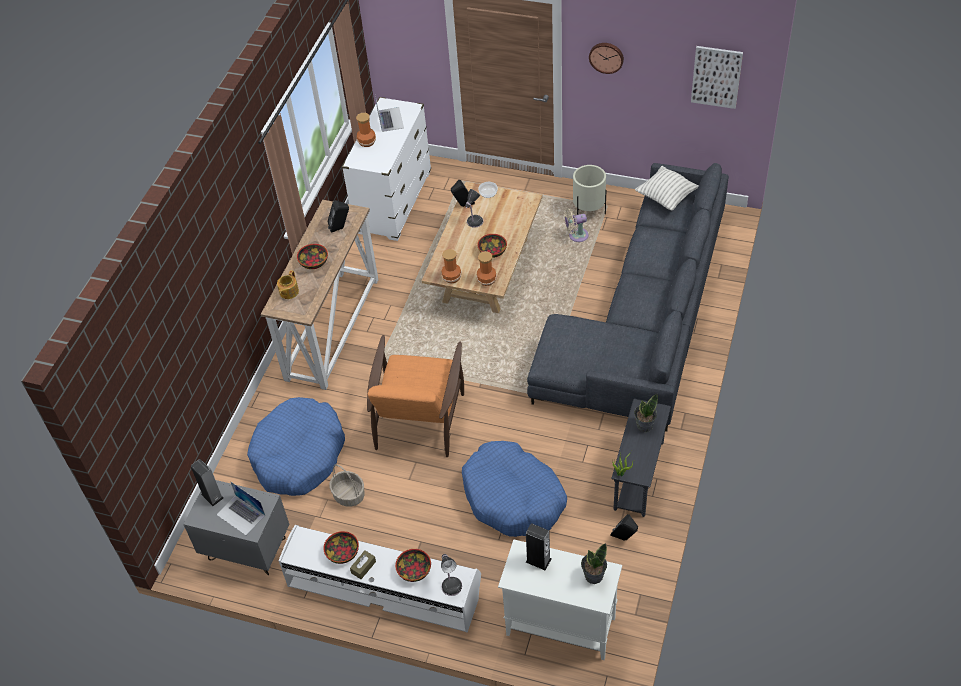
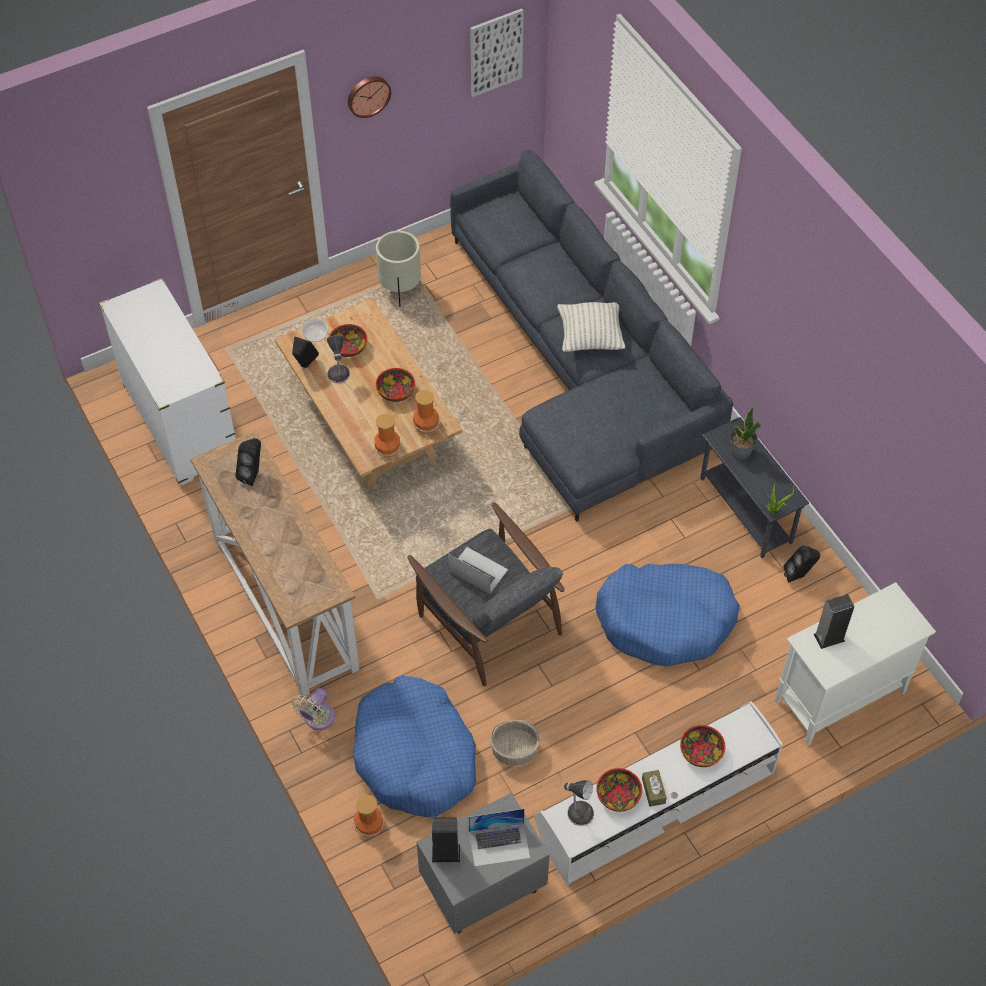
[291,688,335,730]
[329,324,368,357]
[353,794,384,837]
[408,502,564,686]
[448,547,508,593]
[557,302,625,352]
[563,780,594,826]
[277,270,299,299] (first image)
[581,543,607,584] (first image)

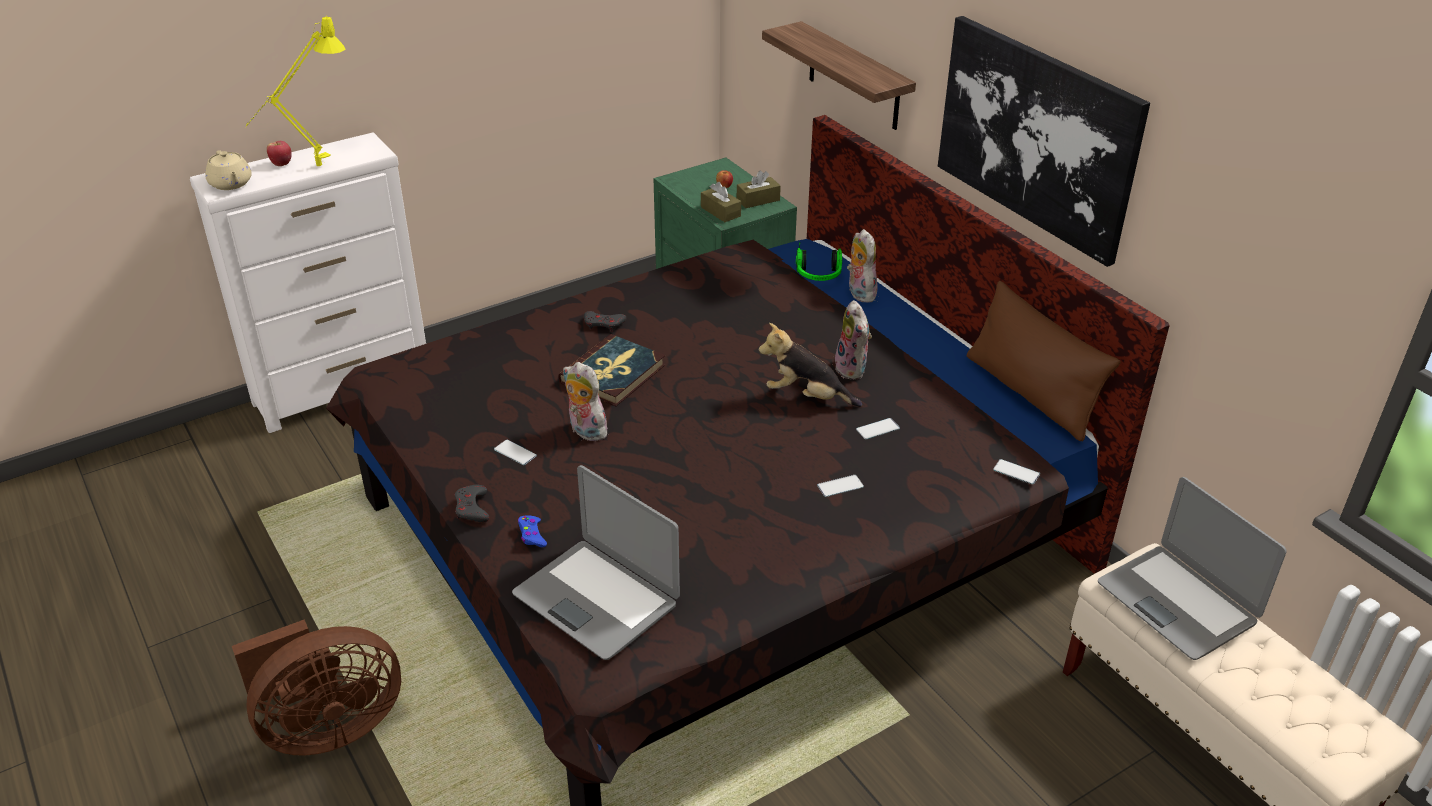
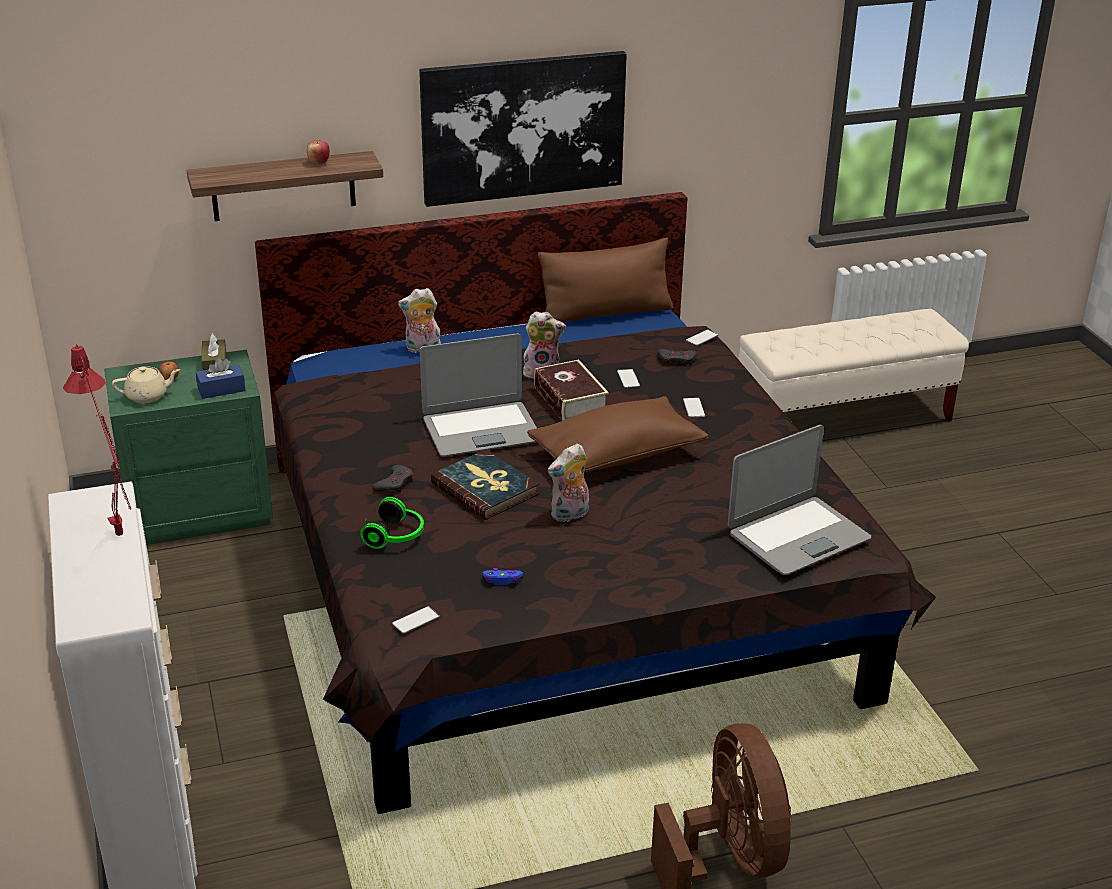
[63,345,131,536]
[112,366,180,403]
[196,358,246,399]
[307,140,330,165]
[360,497,424,549]
[392,606,440,633]
[420,333,537,457]
[483,568,523,585]
[527,396,709,473]
[534,360,609,421]
[657,349,697,366]

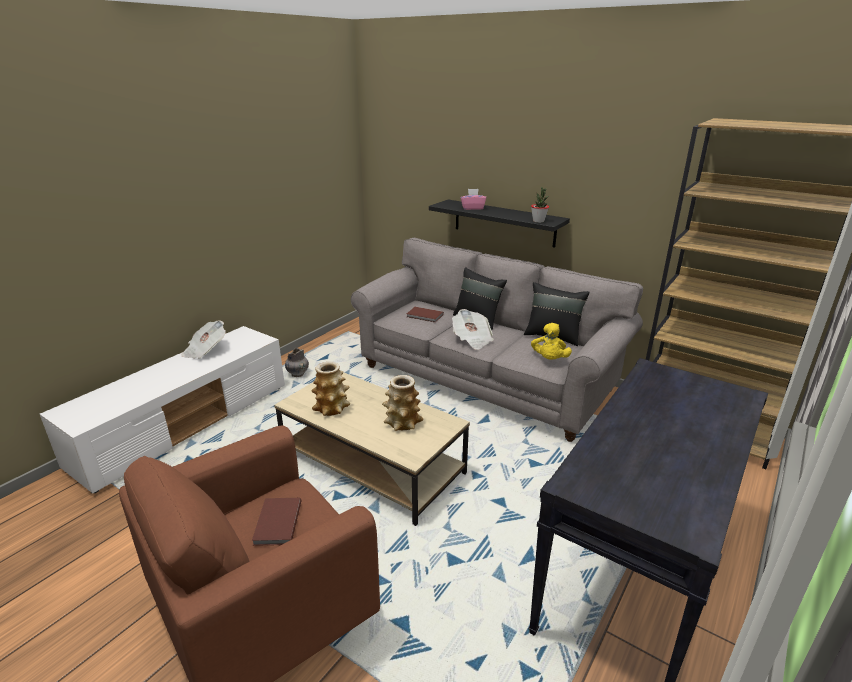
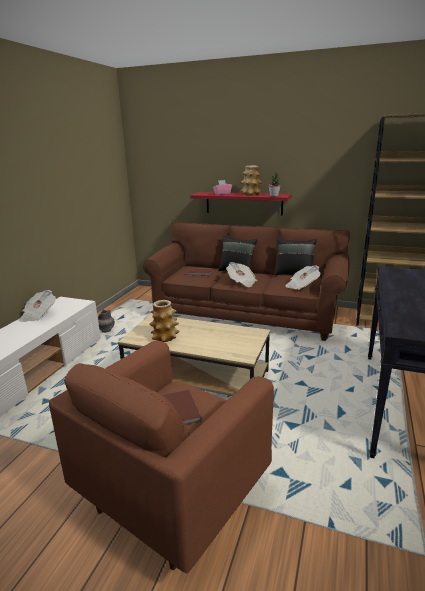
[143,222,350,341]
[190,192,292,216]
[240,166,262,196]
[285,266,321,290]

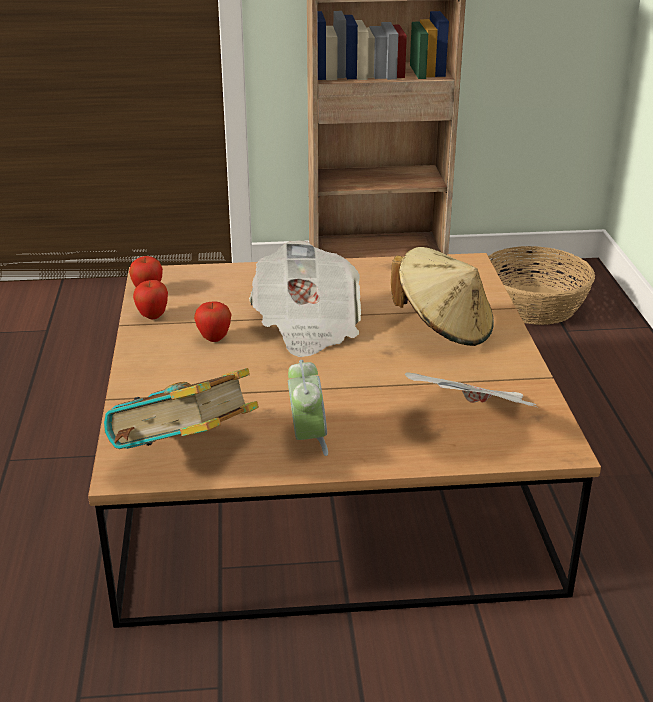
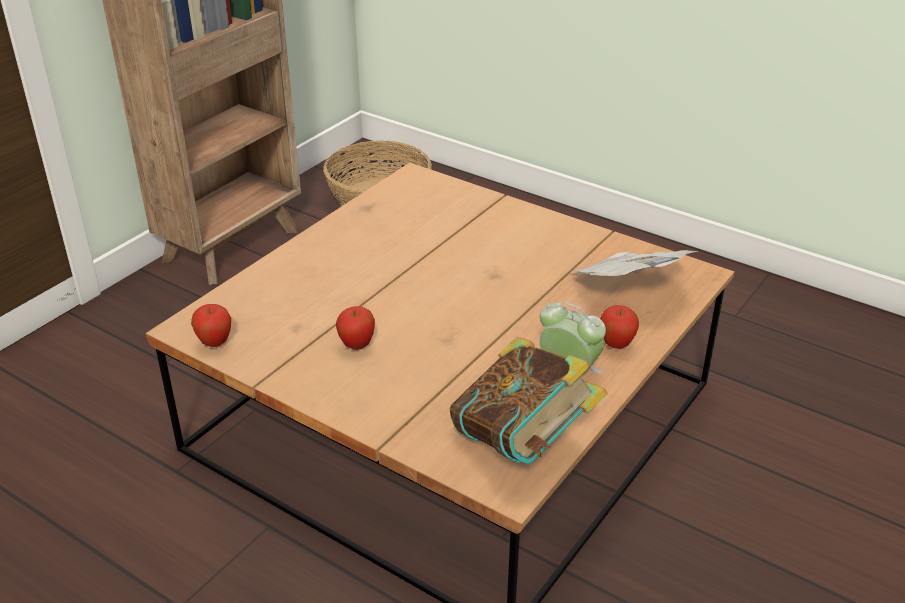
[600,305,639,349]
[249,240,361,357] (first image)
[391,247,494,346] (first image)

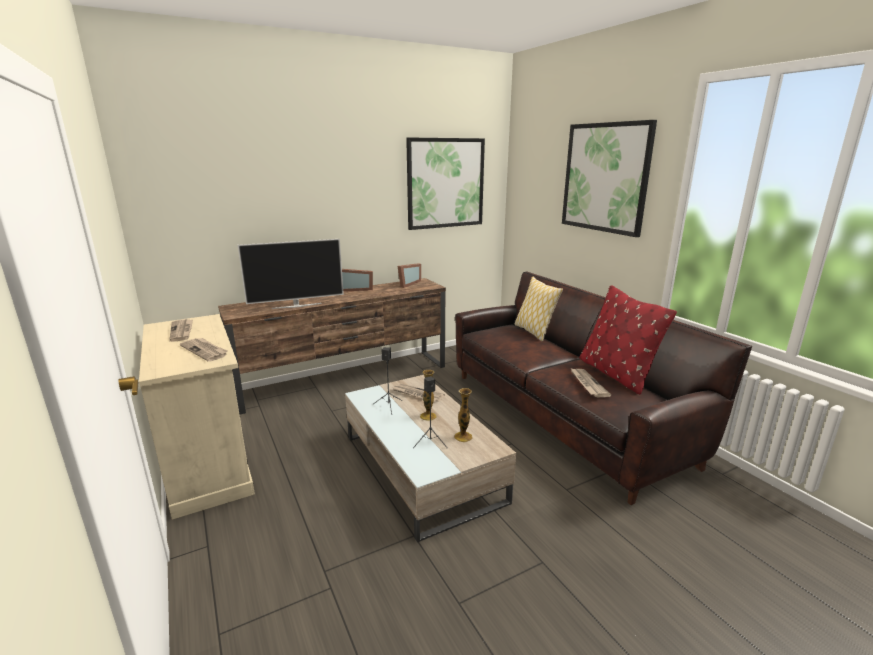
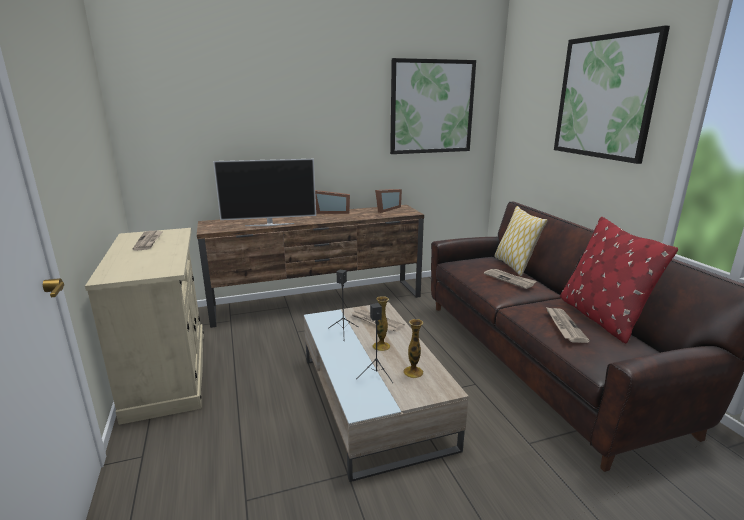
[484,269,537,289]

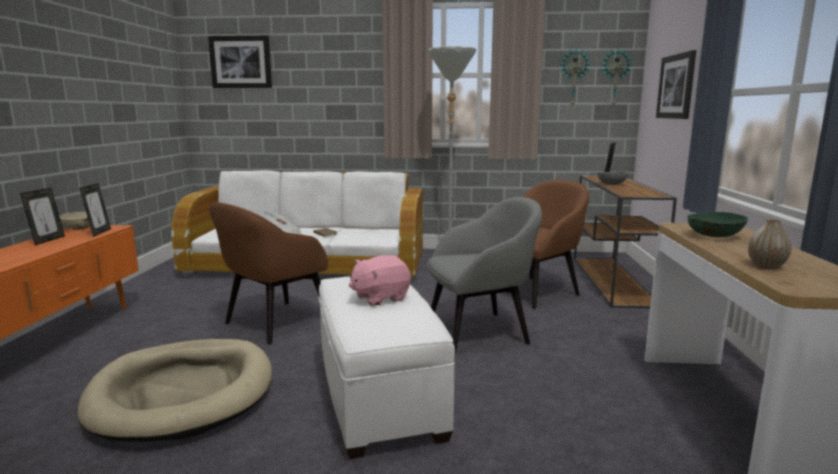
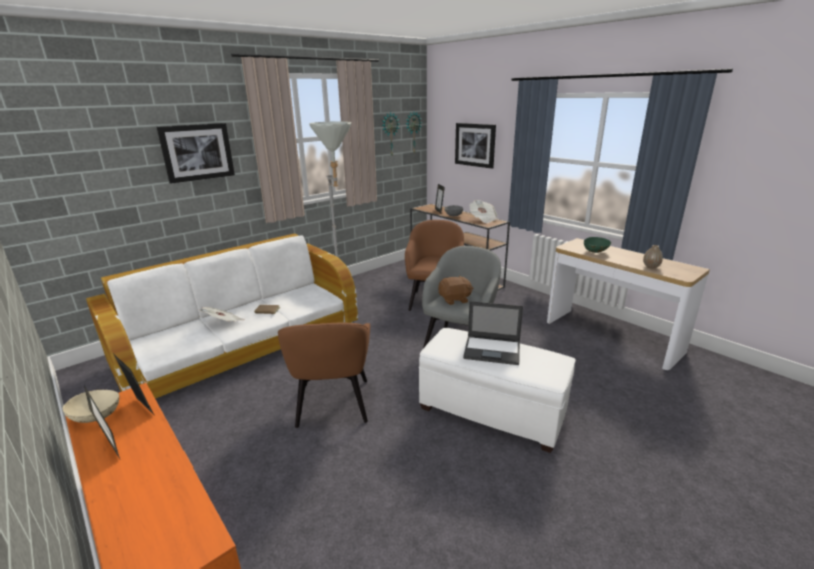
[157,123,235,184]
[438,276,473,305]
[463,301,523,365]
[470,200,498,224]
[77,339,272,442] (first image)

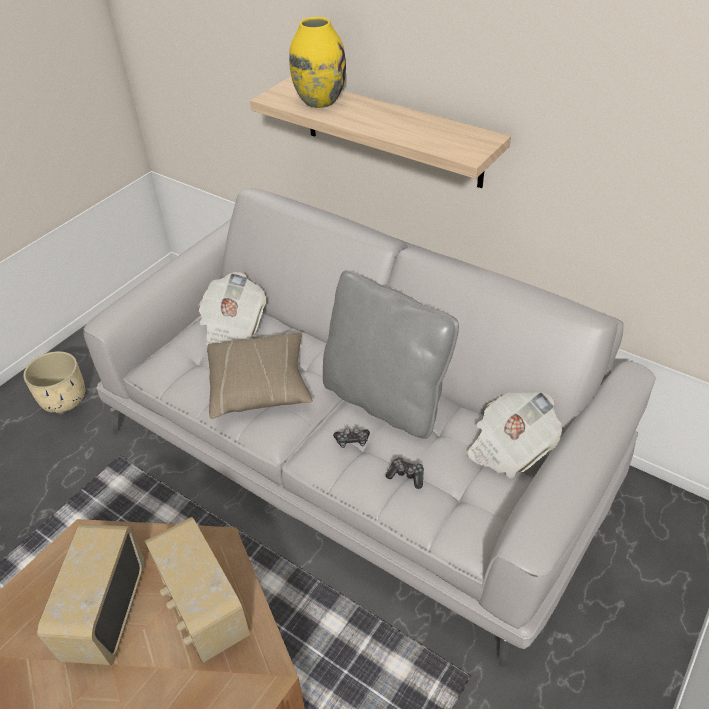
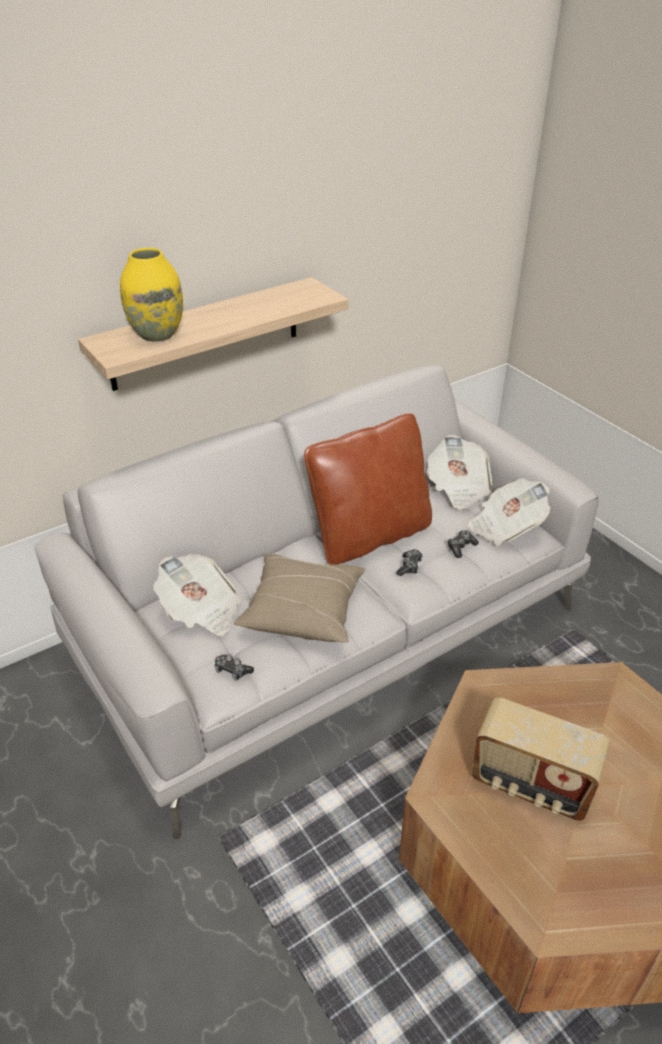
[214,655,254,681]
[304,414,432,565]
[468,478,550,545]
[23,351,85,413] (first image)
[145,517,250,663] (first image)

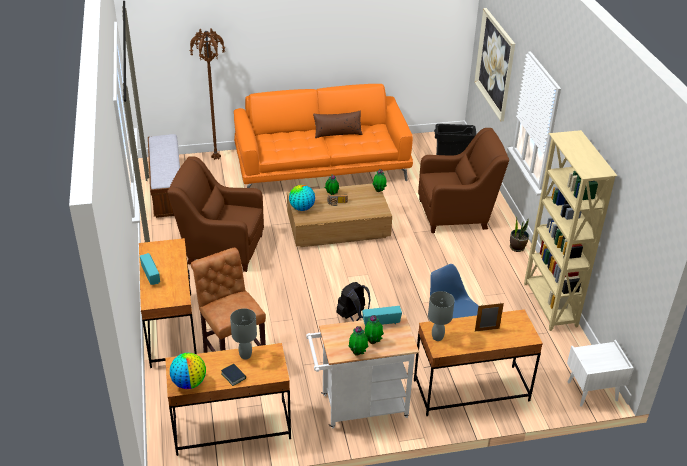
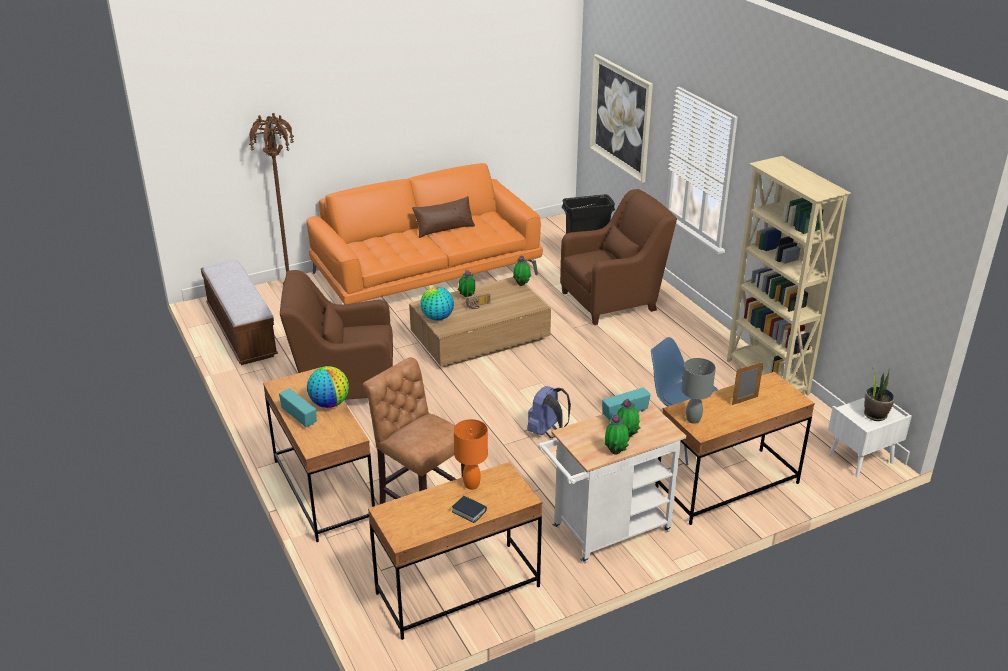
[307,366,349,408]
[454,419,488,490]
[527,386,571,438]
[864,368,895,421]

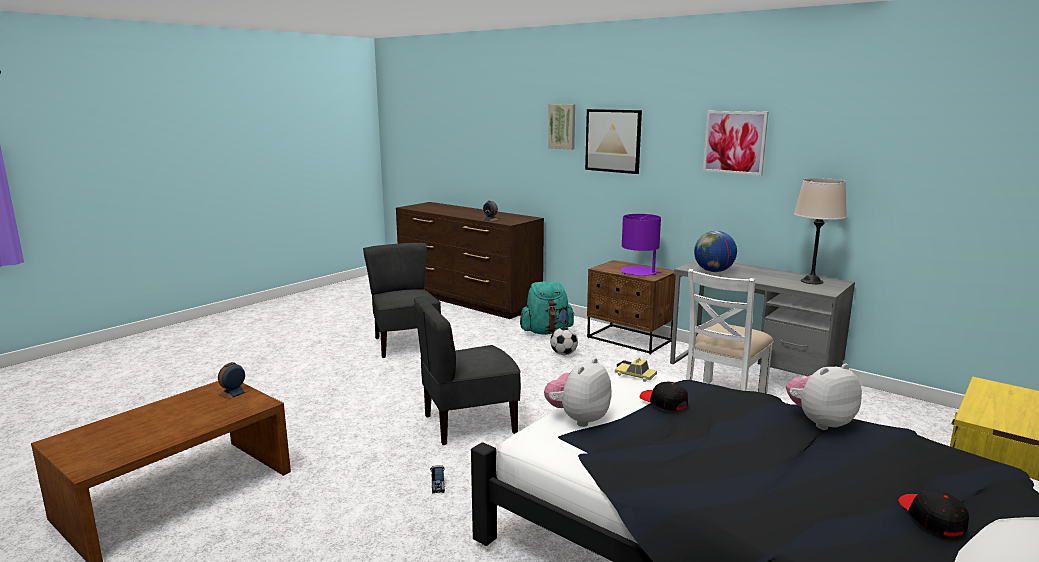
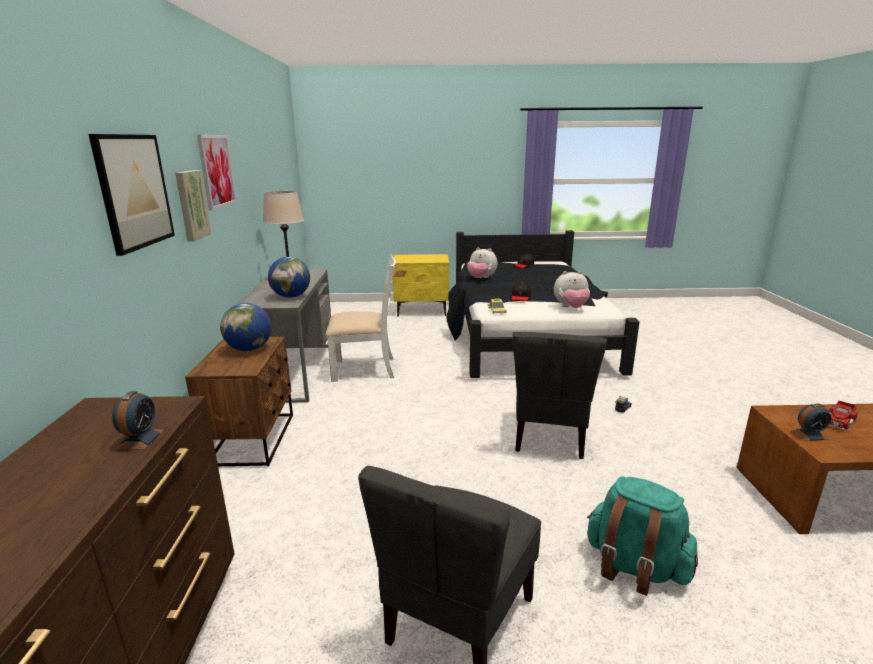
[175,170,211,241]
[220,303,272,351]
[513,332,607,459]
[587,476,698,596]
[829,401,858,430]
[550,327,578,355] (first image)

